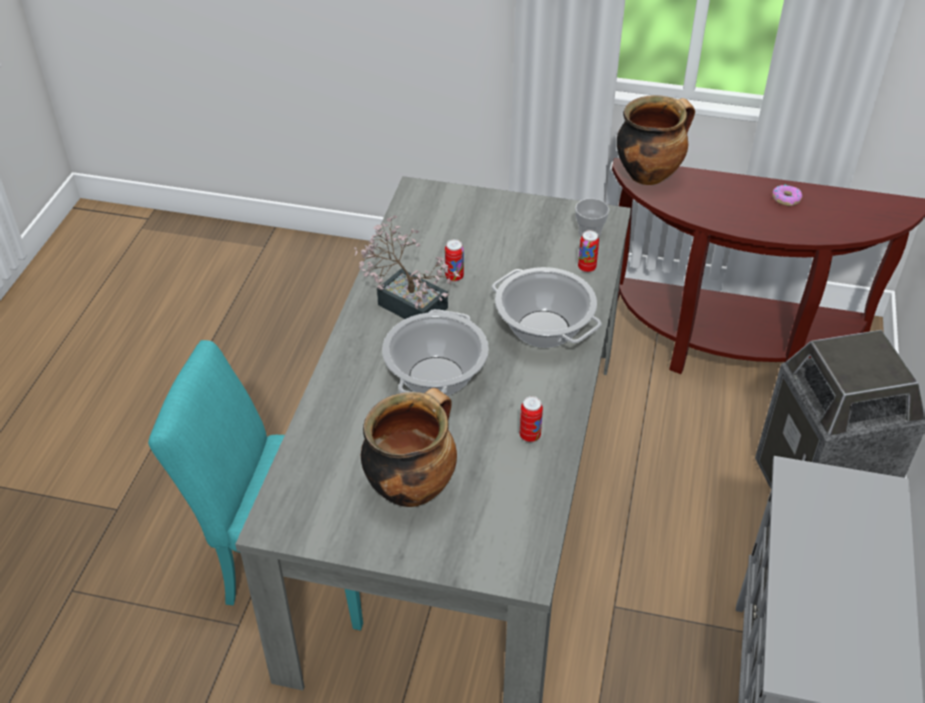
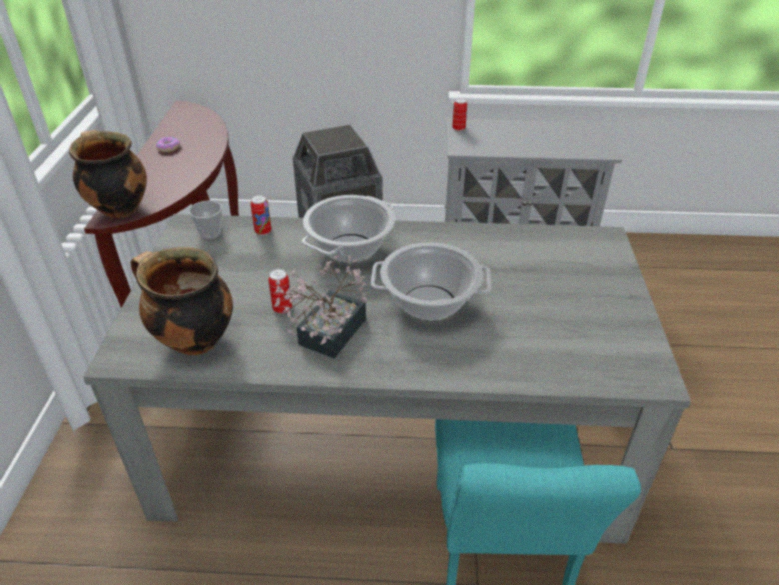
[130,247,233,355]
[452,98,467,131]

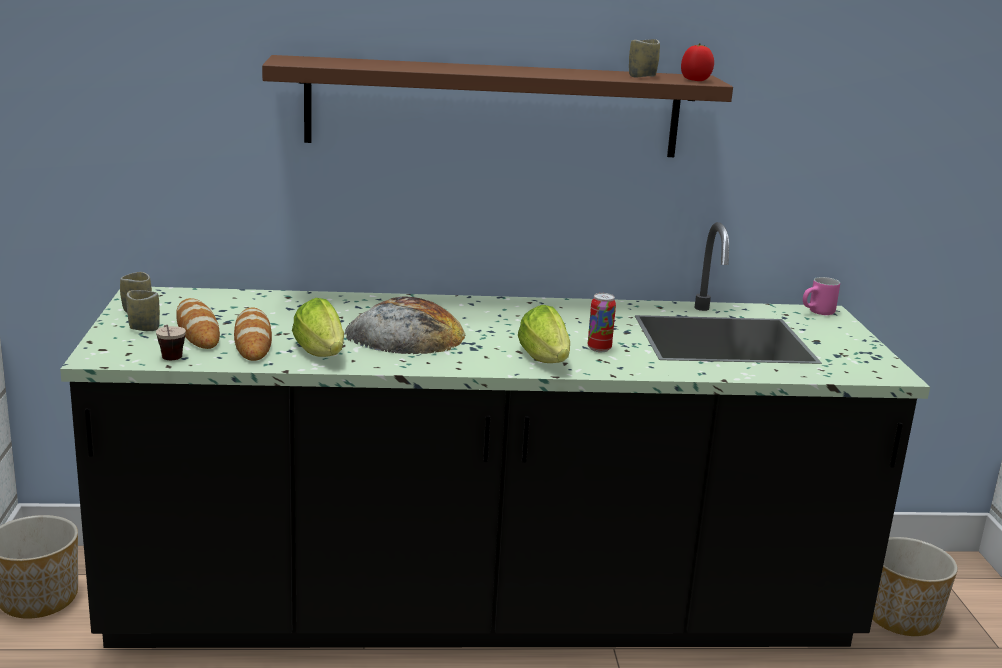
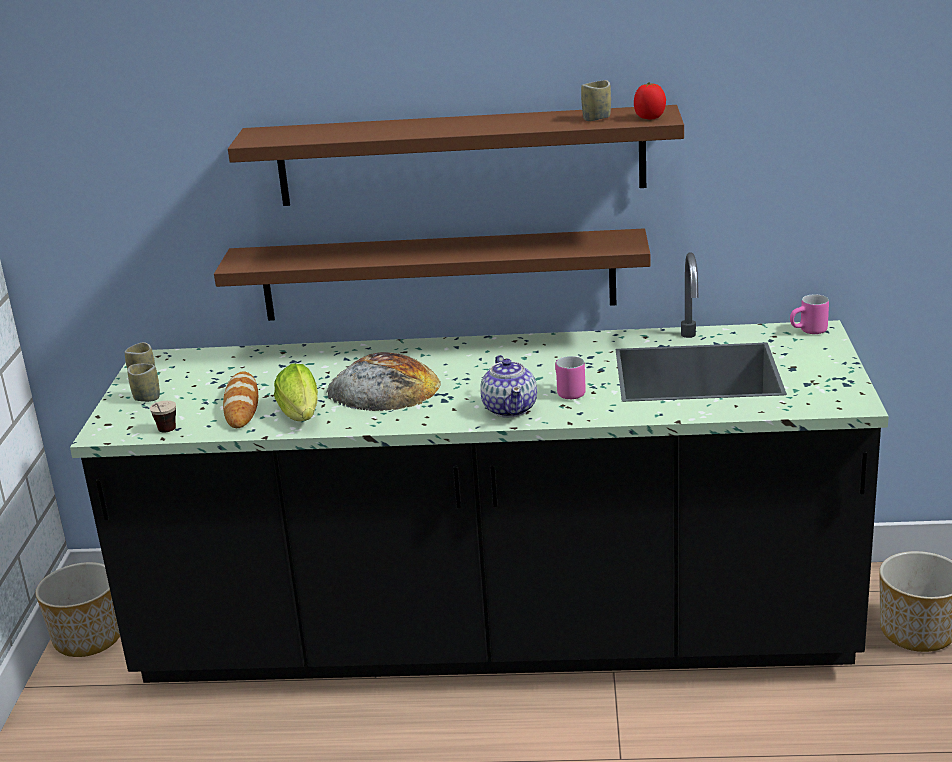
[214,229,651,321]
[480,355,537,418]
[555,356,586,399]
[176,298,220,349] (first image)

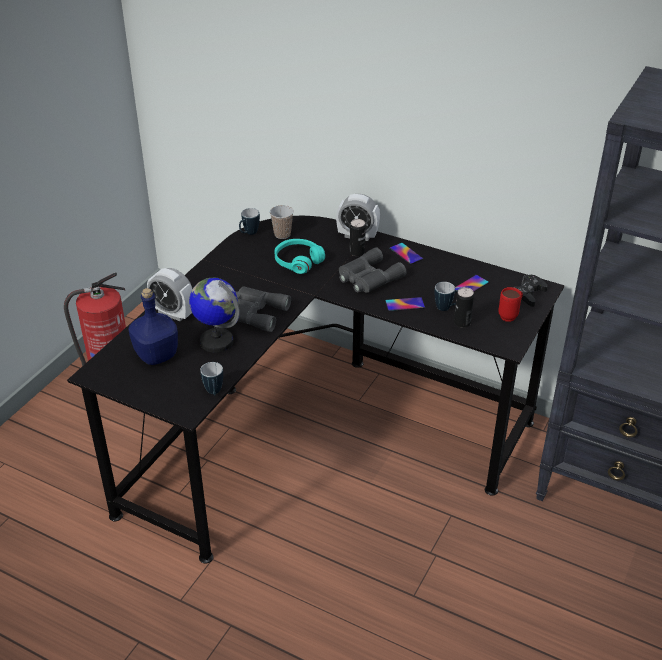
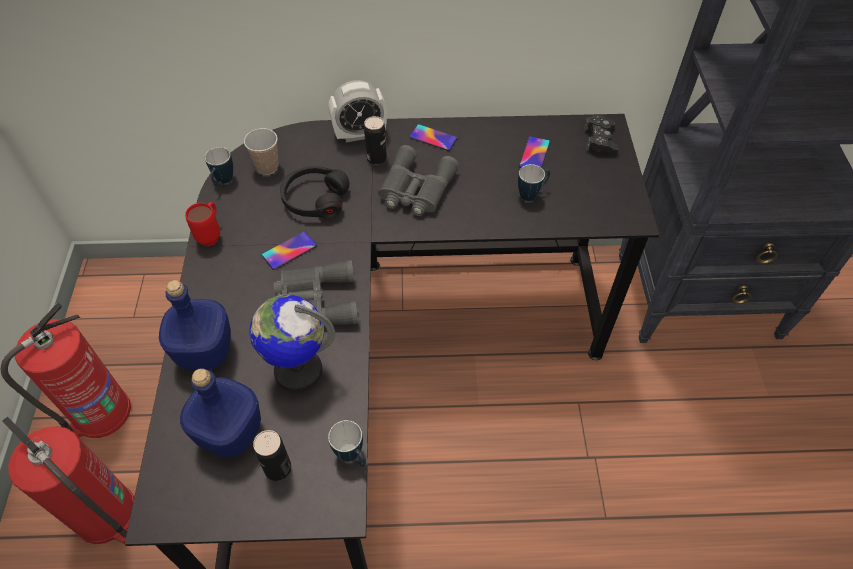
[2,417,134,544]
[159,280,231,370]
[185,202,220,246]
[253,430,292,481]
[262,231,317,270]
[280,166,350,218]

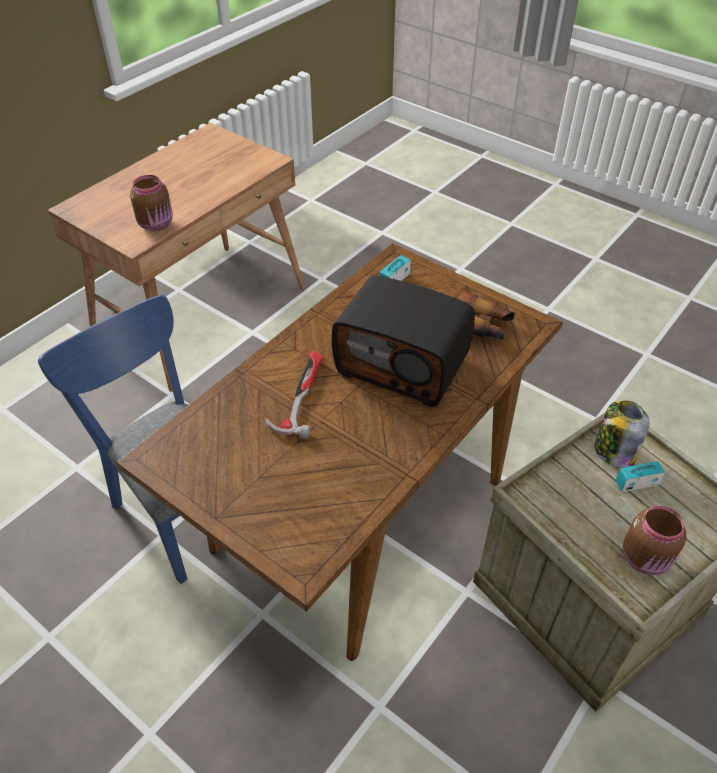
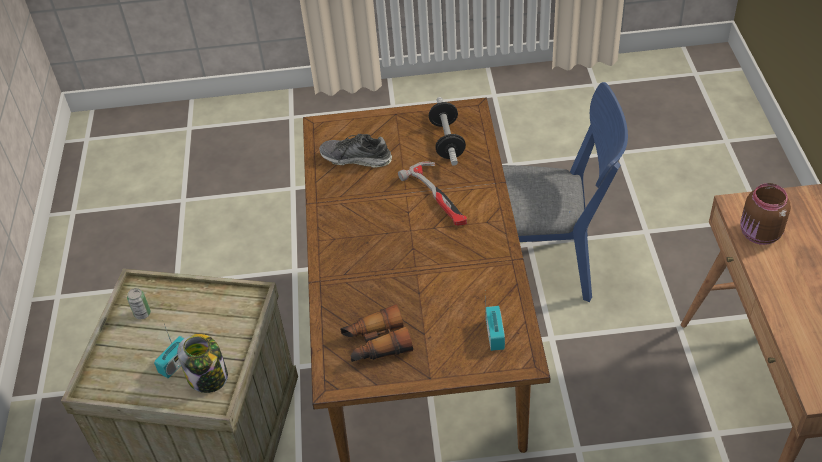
[127,288,151,319]
[319,134,392,168]
[429,97,466,166]
[332,275,475,407] (first image)

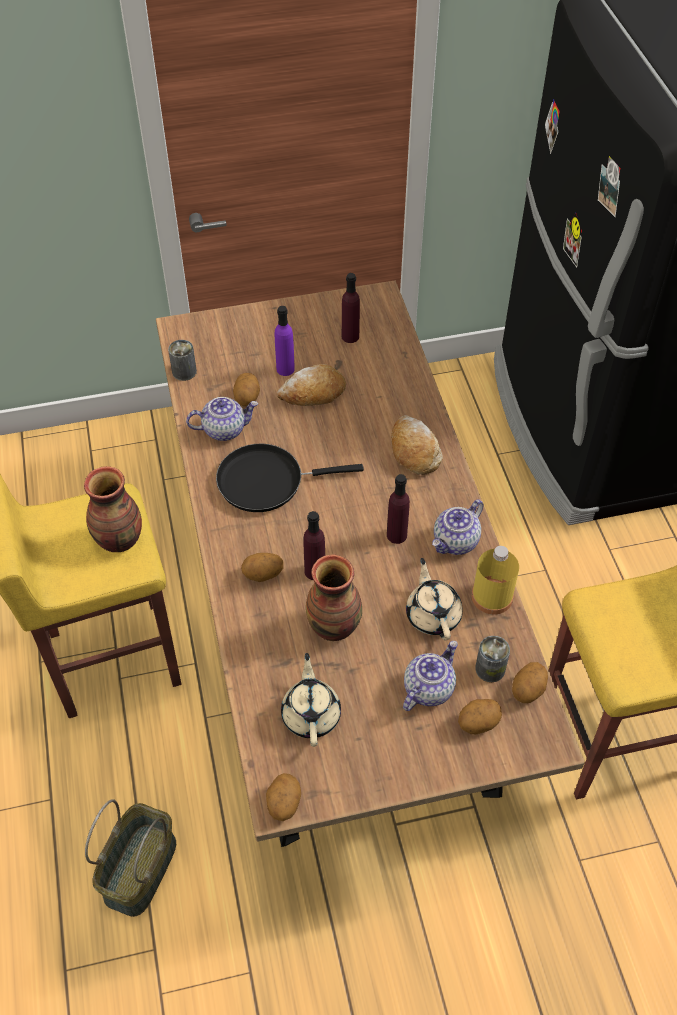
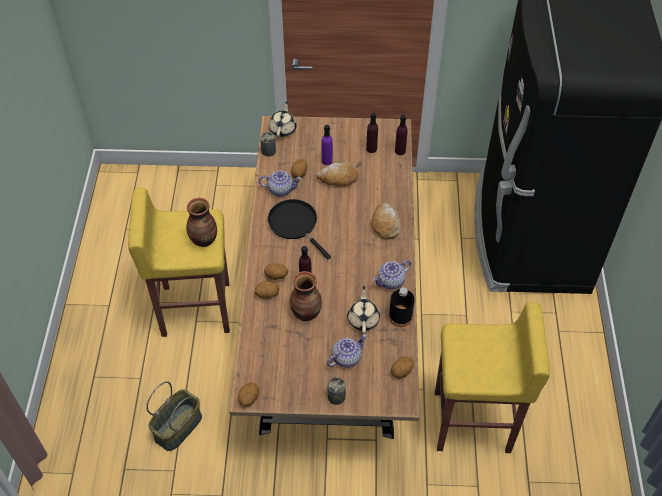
[255,281,279,298]
[268,199,331,260]
[269,101,297,138]
[328,377,346,405]
[389,287,415,327]
[395,115,408,155]

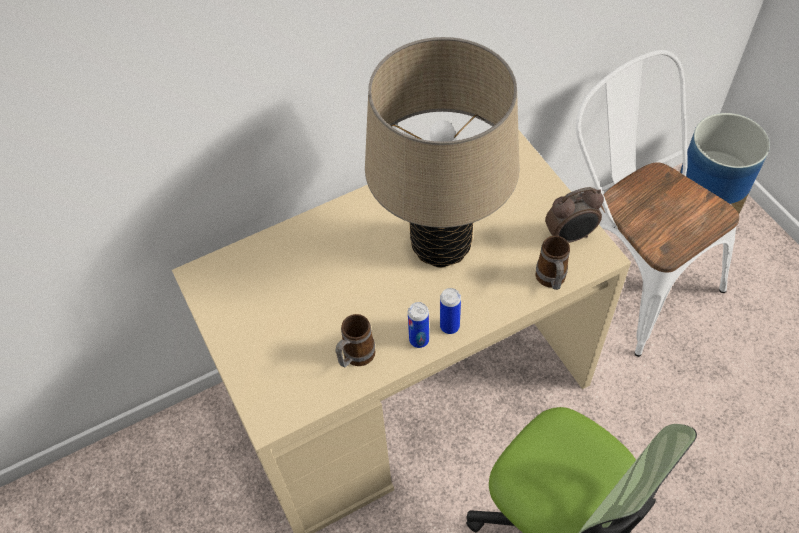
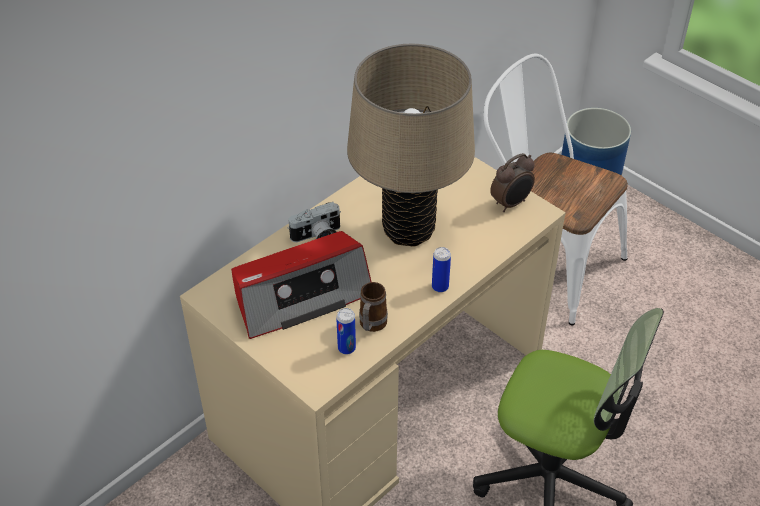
[231,231,372,339]
[288,202,341,242]
[336,308,356,355]
[536,236,570,290] (first image)

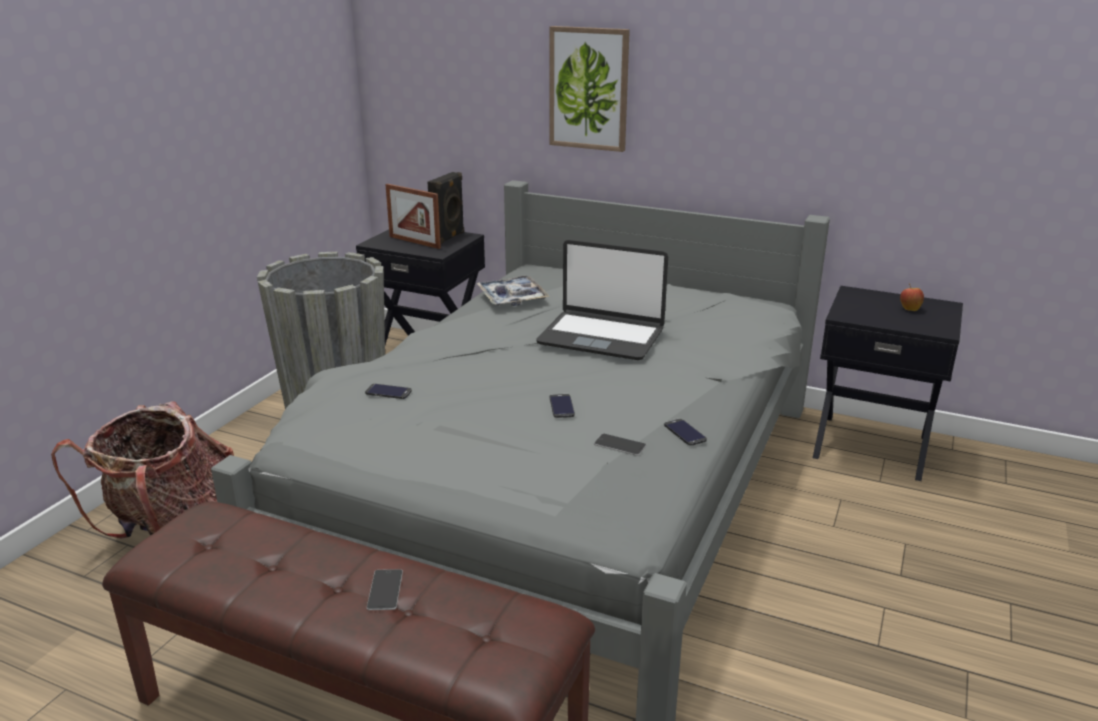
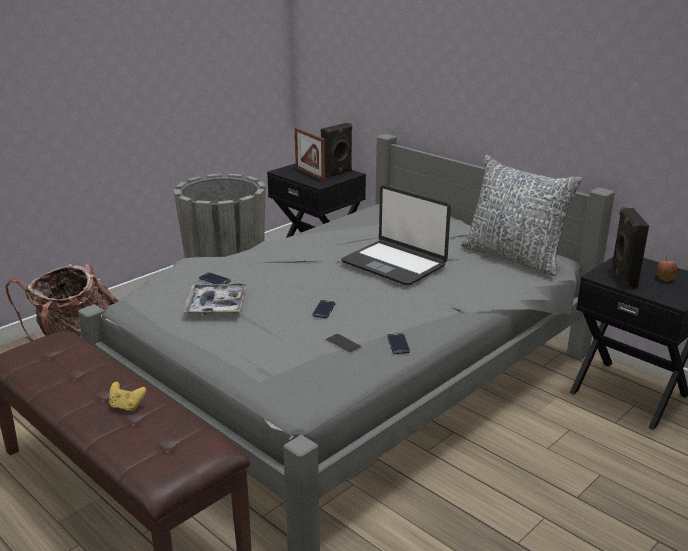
[109,382,146,412]
[183,283,247,316]
[461,155,583,276]
[611,207,649,288]
[549,26,630,152] (first image)

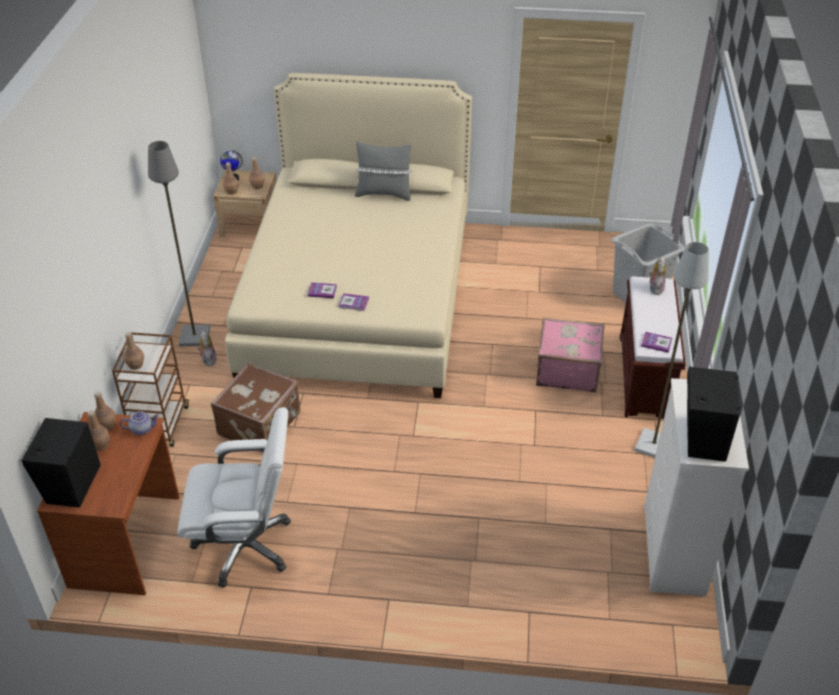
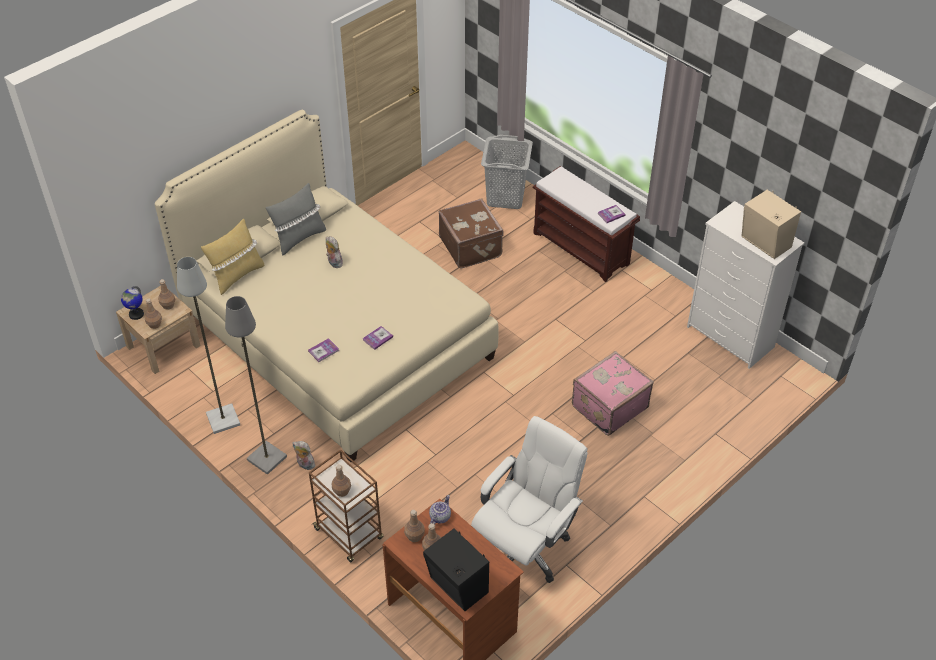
[177,257,240,434]
[201,219,264,295]
[308,338,339,362]
[326,236,343,268]
[439,199,504,269]
[572,351,654,436]
[741,190,801,259]

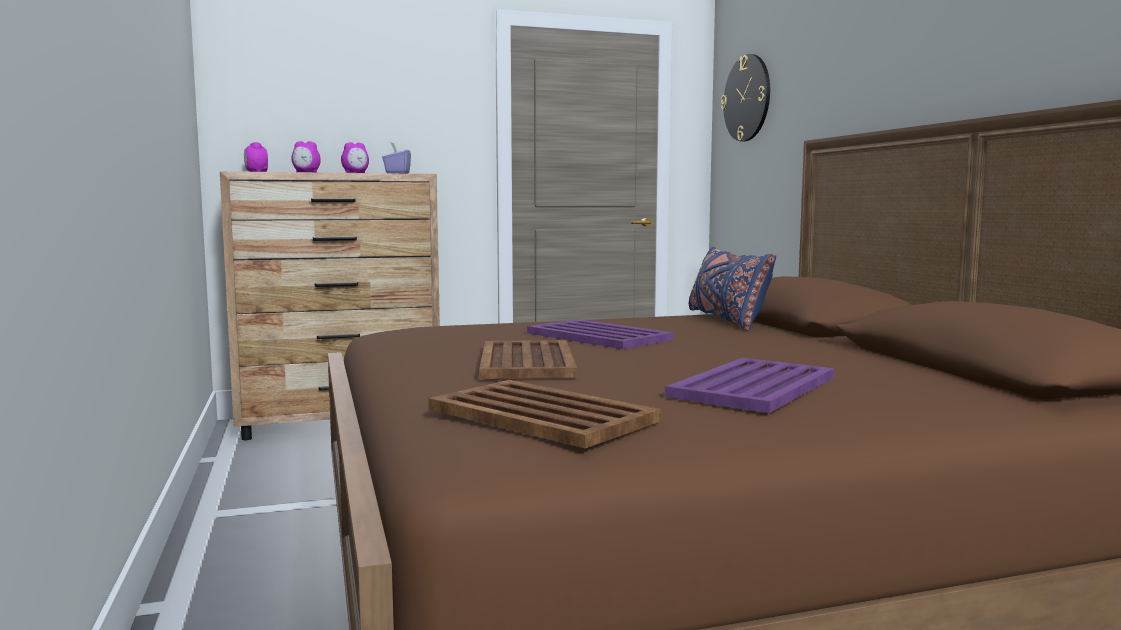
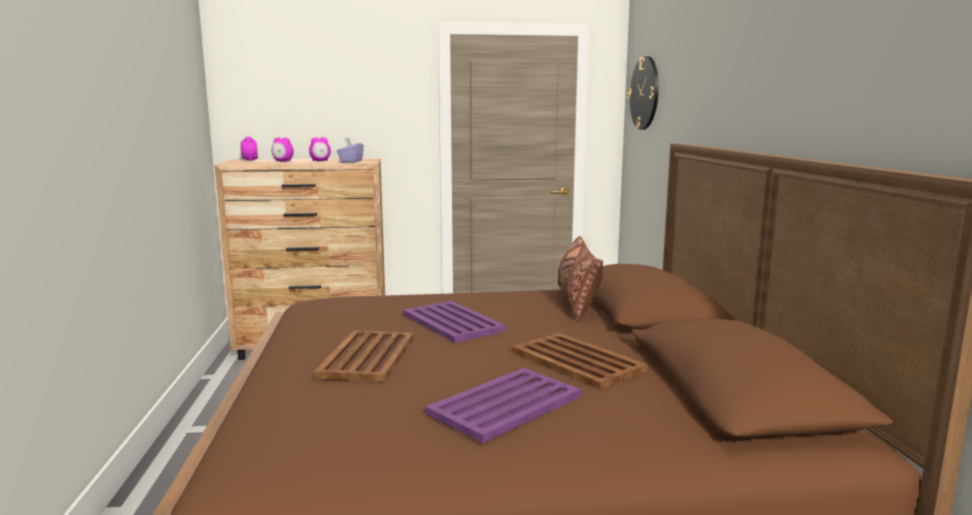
[512,333,648,390]
[558,236,603,321]

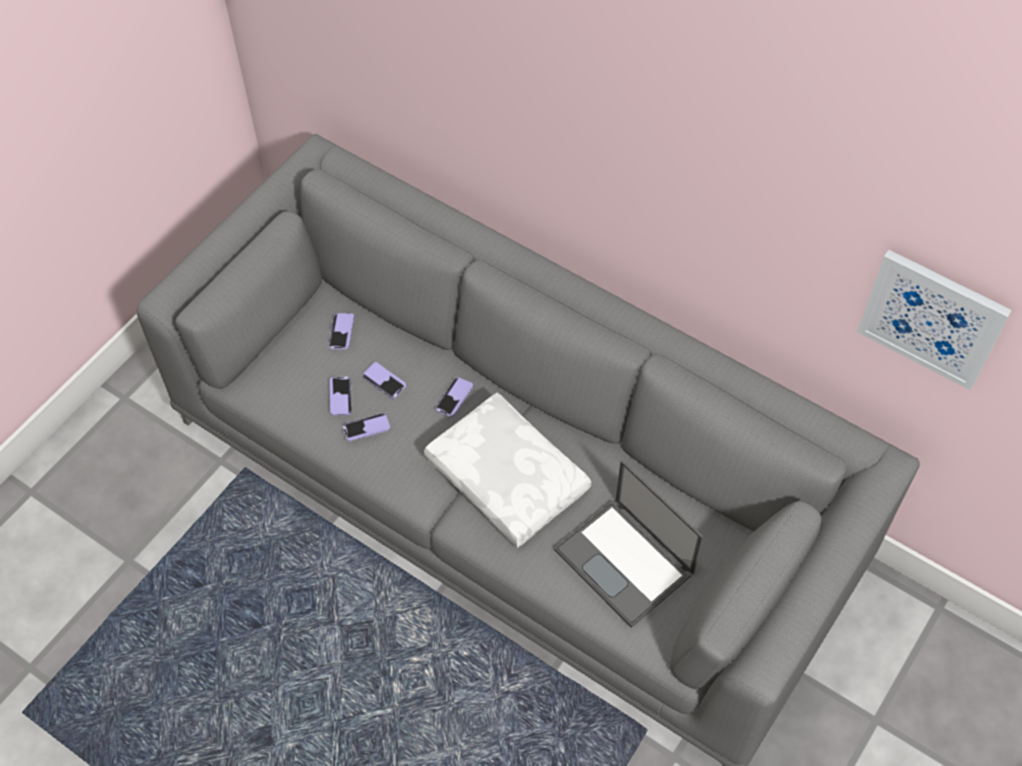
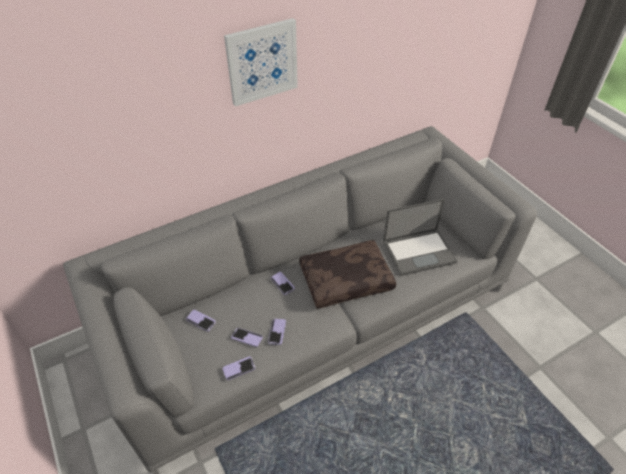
[222,356,256,380]
[224,18,298,107]
[299,240,396,309]

